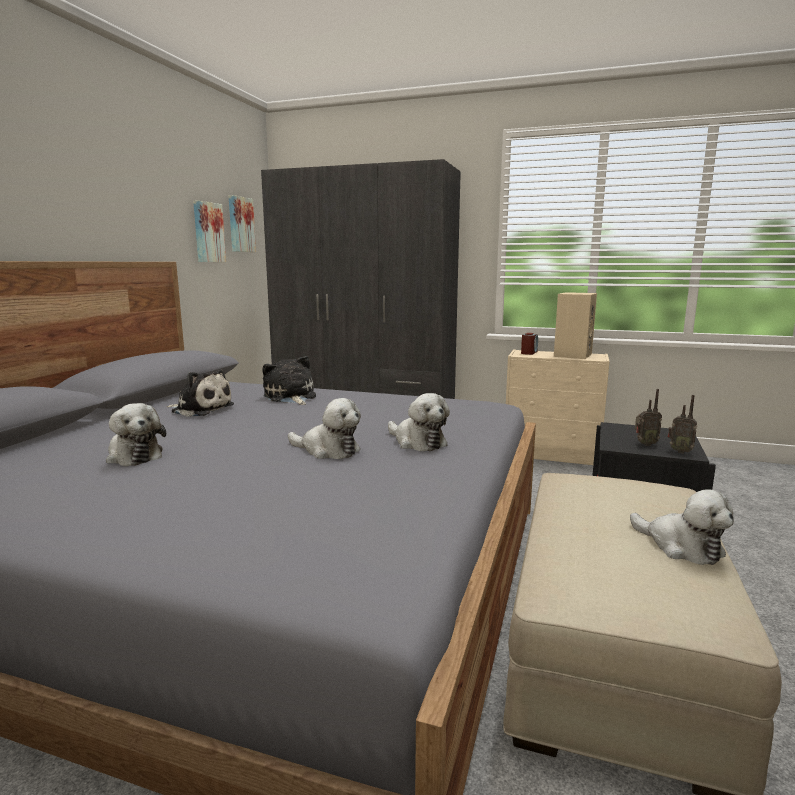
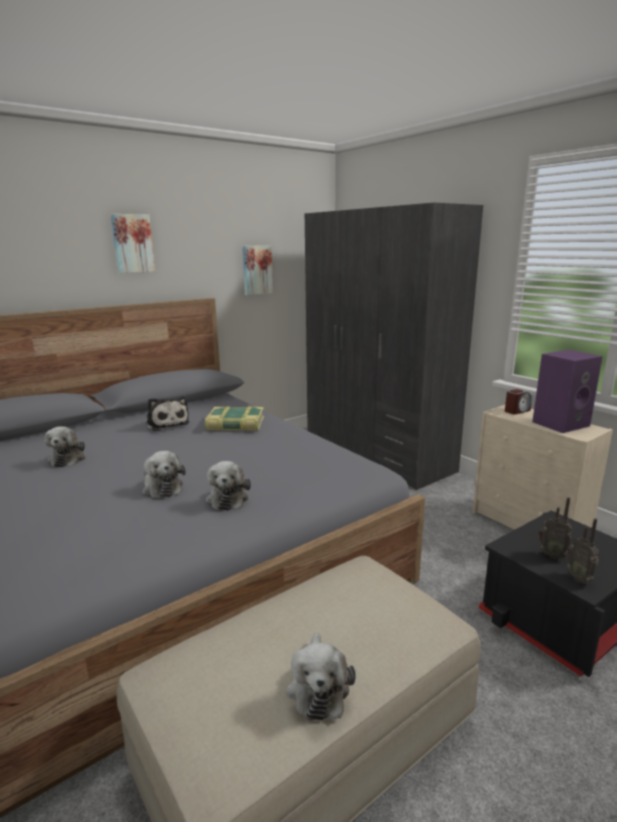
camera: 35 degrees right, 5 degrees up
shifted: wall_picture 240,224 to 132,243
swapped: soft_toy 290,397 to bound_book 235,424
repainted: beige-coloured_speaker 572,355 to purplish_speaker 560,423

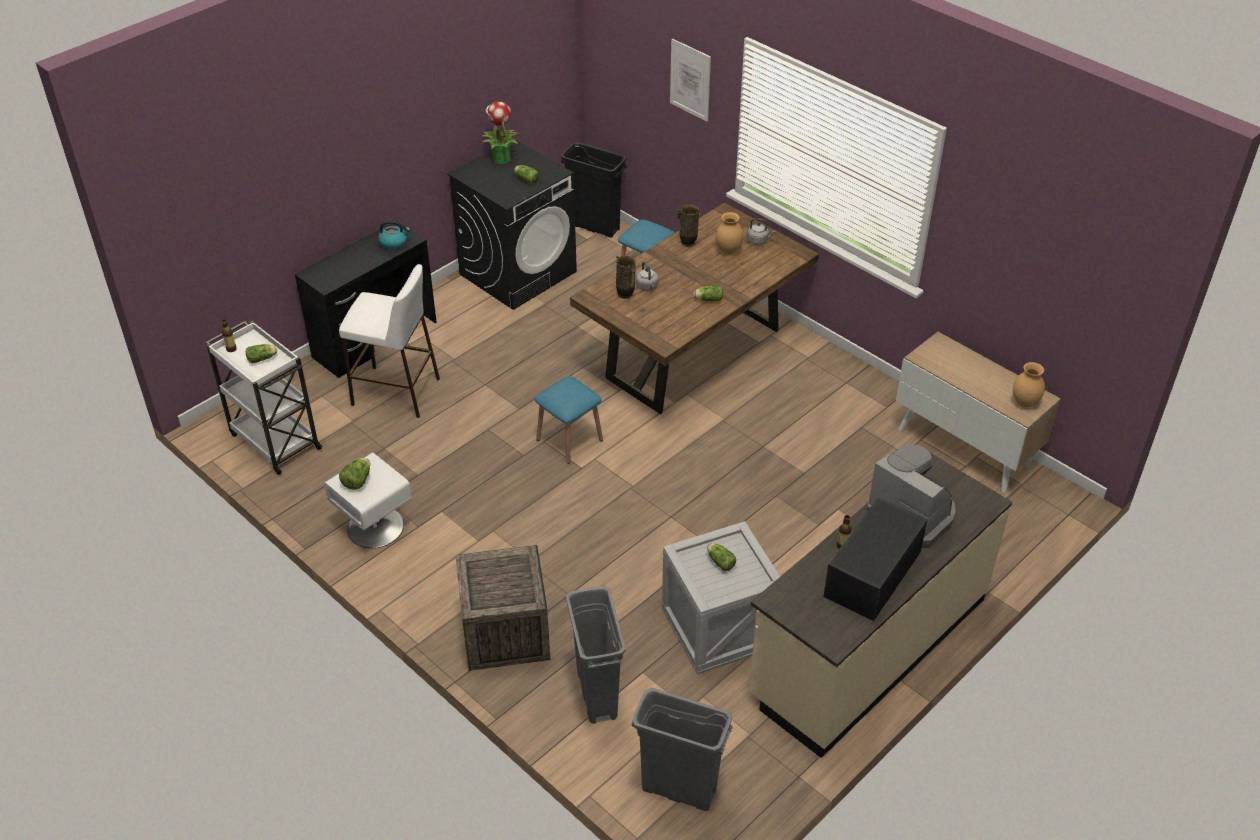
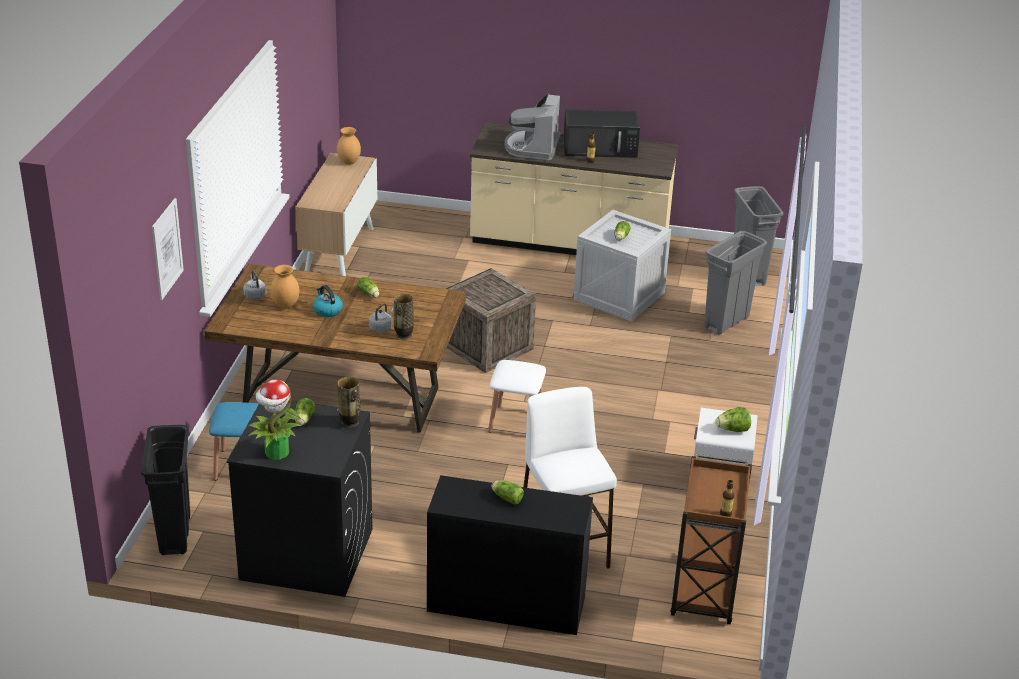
camera: 125 degrees left, 10 degrees down
shifted: lettuce 263,358 to 506,498; kettle 394,242 to 327,310; packing_crate 505,633 to 487,347; decorative_vase 688,242 to 350,423
repainted: white_cart 274,440 to brown_cart 704,592; blue_stool 569,440 to white_stool 516,422

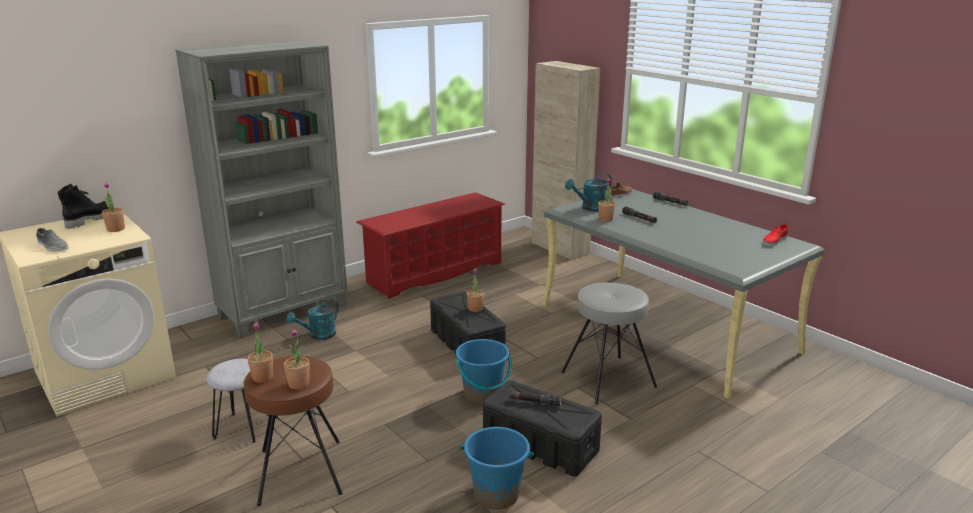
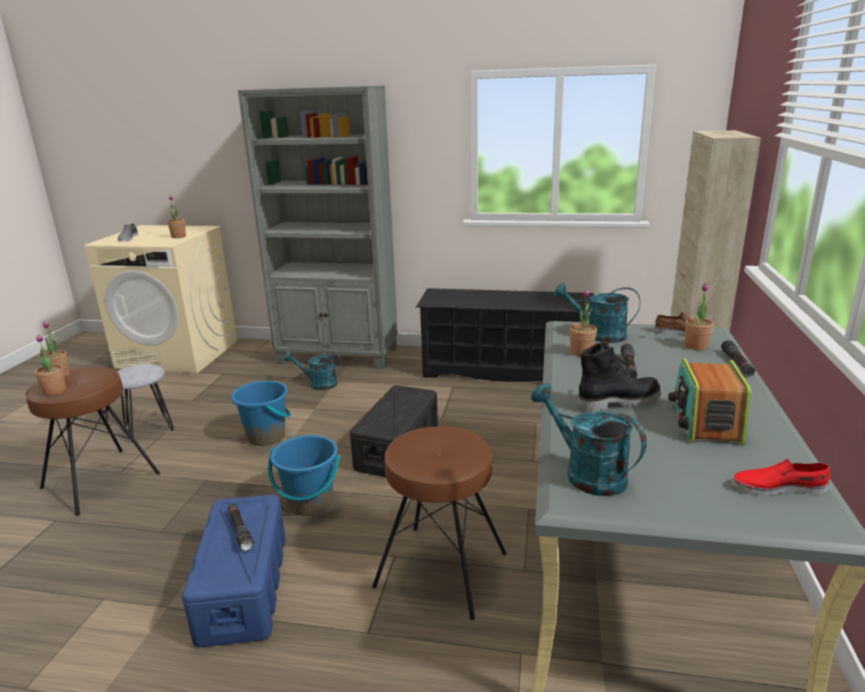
camera: 50 degrees right, 0 degrees up
new: turquoise_sprinkling_can 586,473; radio_set 705,422
shifted: blackish_tall_boot 90,220 to 617,402; blue_pail 496,494 to 266,436; plant_in_a_pot 475,309 to 696,346
repainted: reddish_shoe_stand 434,272 to blackish_shoe_stand 505,370; blackish_storage_box 541,445 to blue_storage_box 244,588; grey_stool 607,379 to brown_stool 441,568

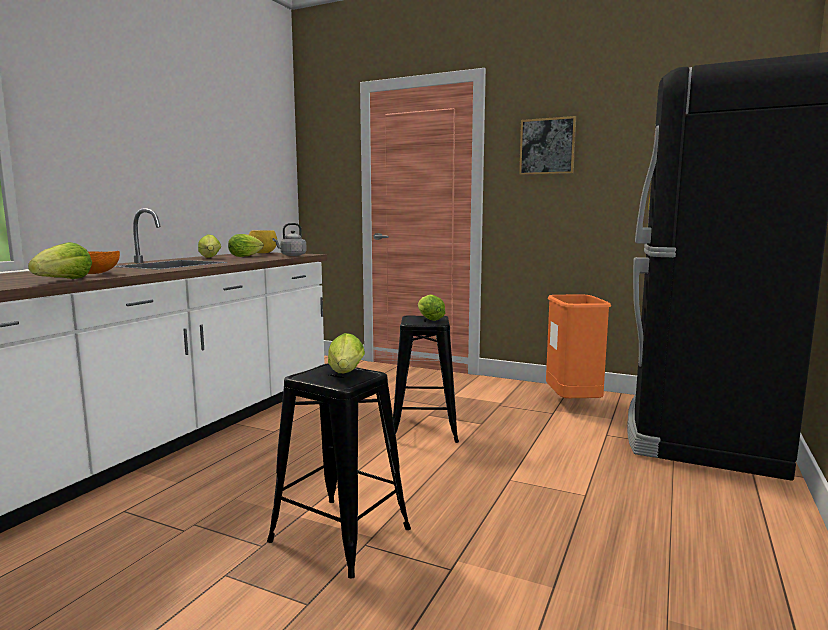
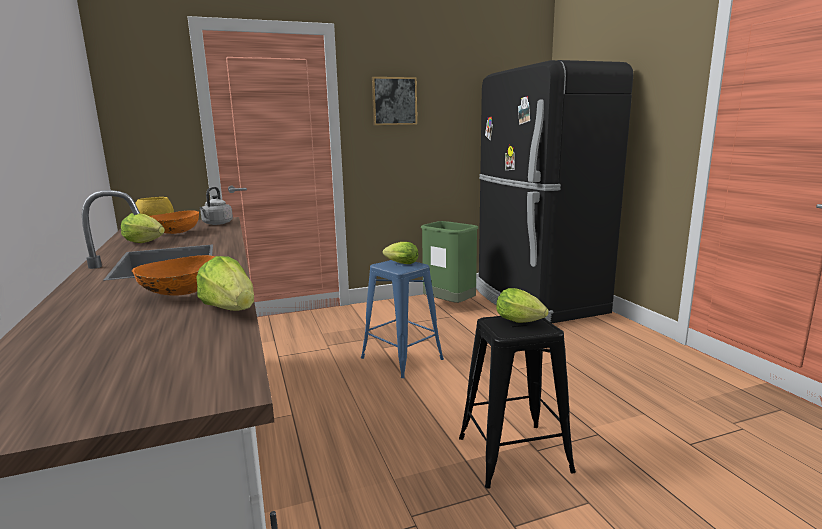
camera: 45 degrees left, 5 degrees up
swapped: lettuce 247,256 to orange_deep_dish 175,233
repainted: blackish_stool 424,428 to blue_stool 402,358; orange_waste_bin 572,404 to green_waste_bin 449,306

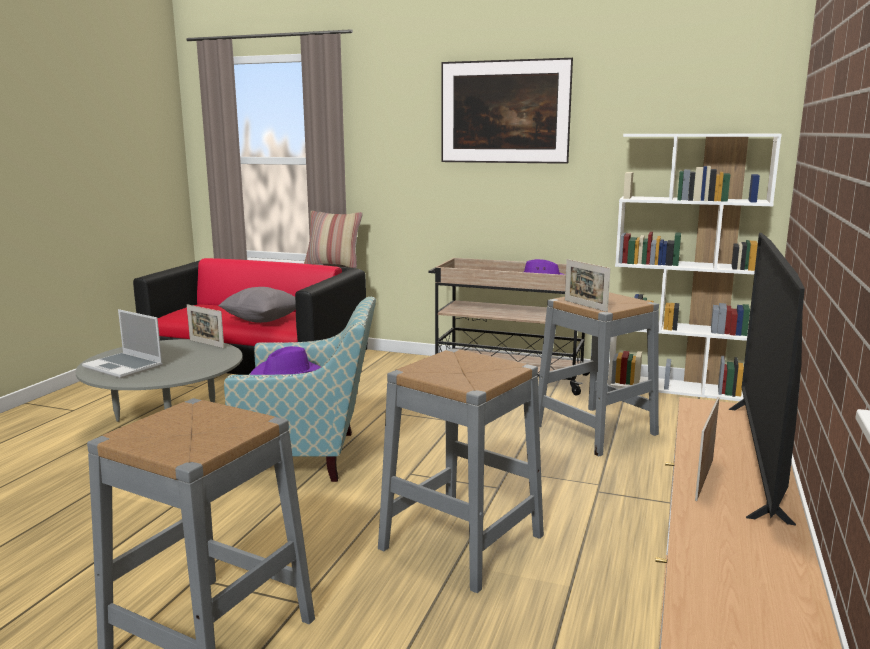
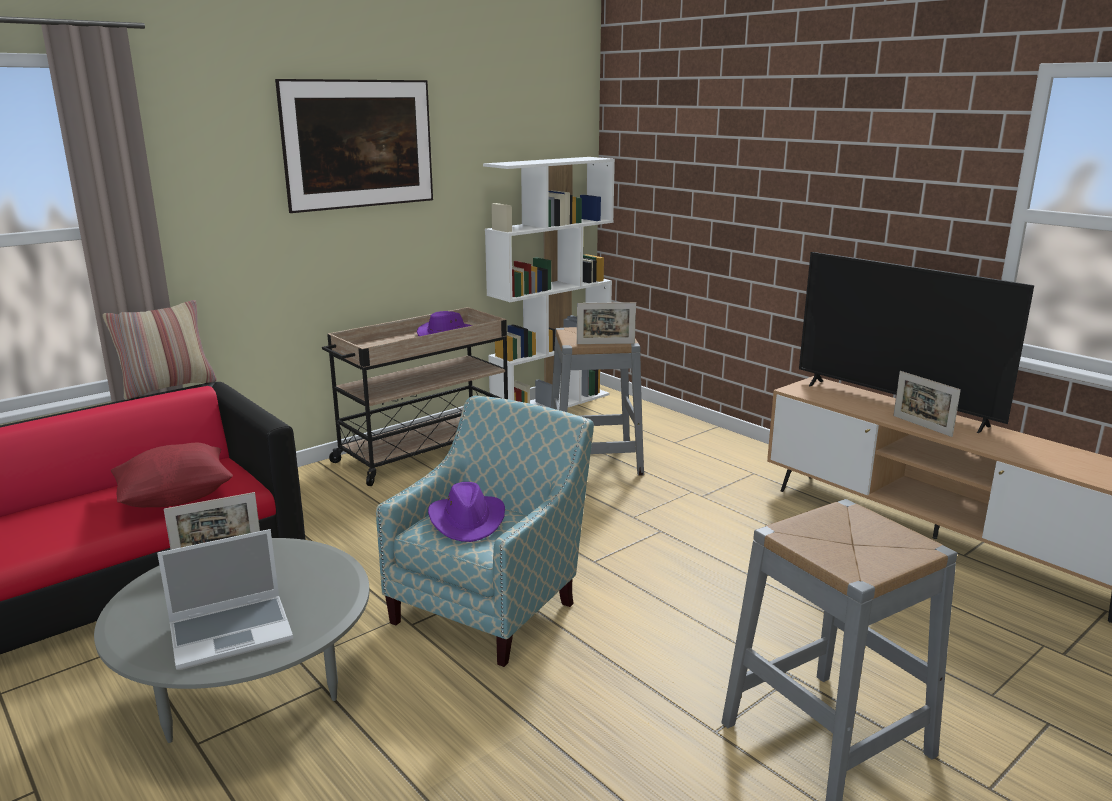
camera: 60 degrees left, 5 degrees up
gone: grey_stool 462,542
repainted: grey_pillow 262,320 to reddish_pillow 176,498

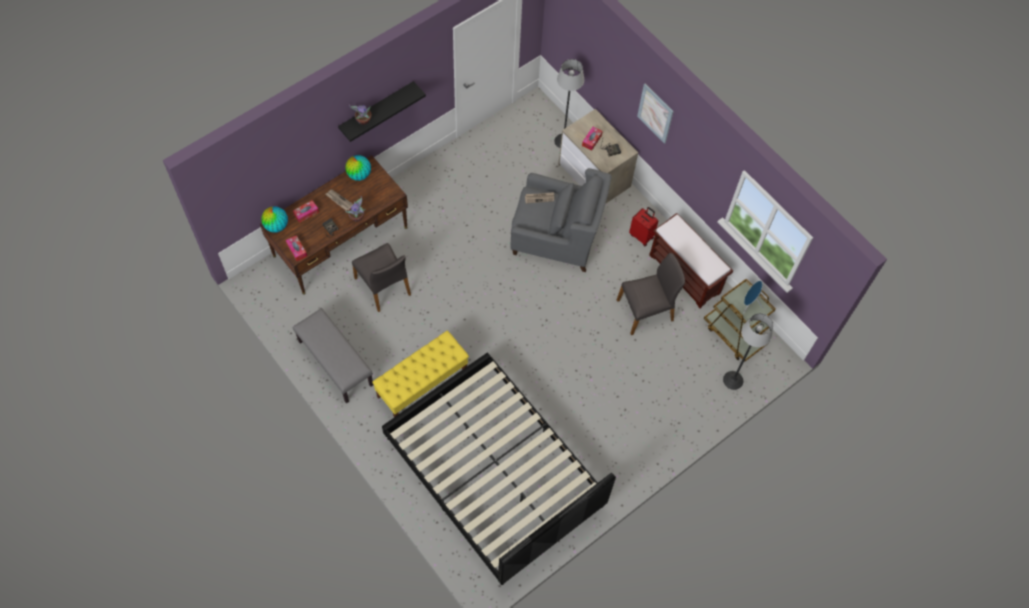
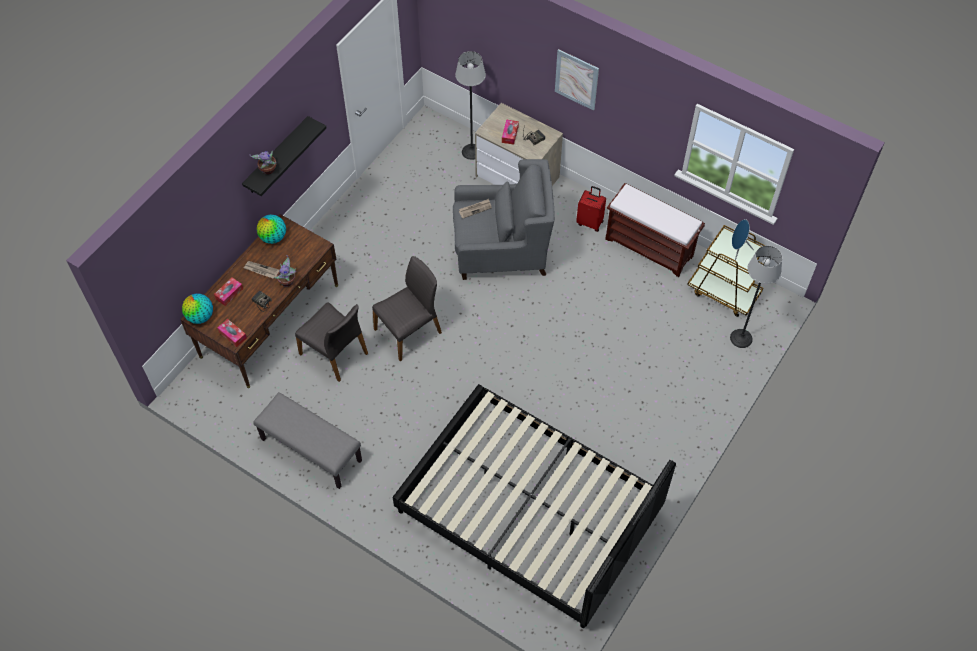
camera: 15 degrees left, 5 degrees down
gone: yellow-coloured_indoor_bench 422,384
shifted: grey_upright_chair 646,311 to 409,331

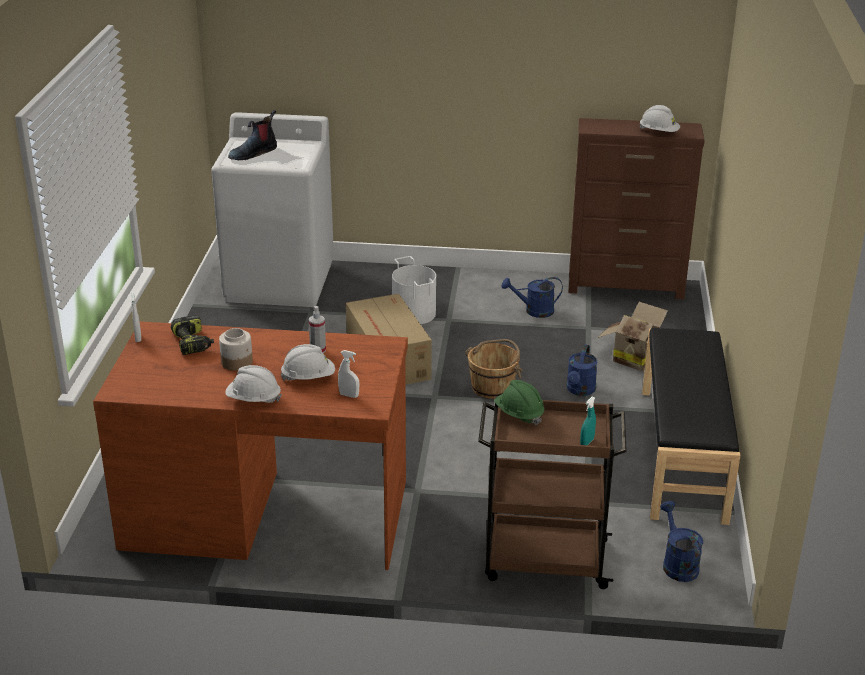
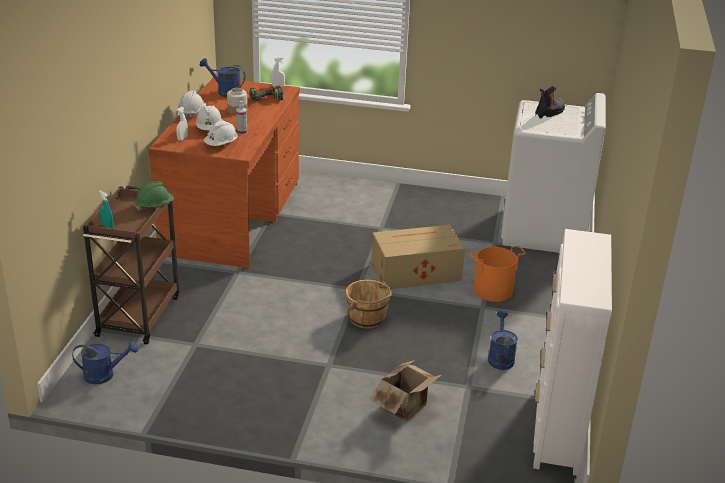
camera: 95 degrees right, 0 degrees up
gone: blackish_indoor_bench 683,454
shifted: blue_sprinkling_can 580,391 to 225,92; white_hard_hat 659,132 to 221,144
repainted: white_pail 414,313 to orange_pail 493,290; brown_dresser 626,287 to white_dresser 558,428
rotated: tall_boot 253,153 = 549,112 75 degrees clockwise

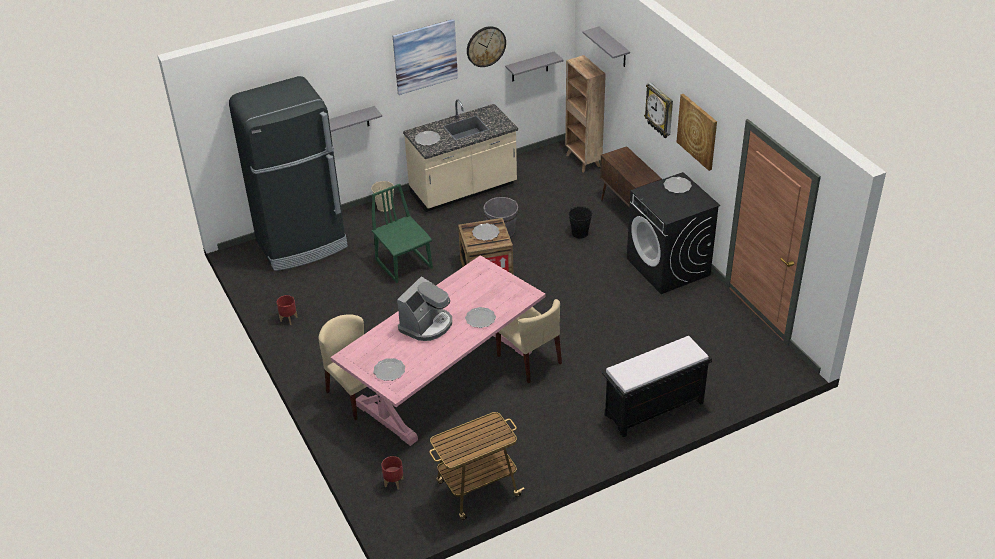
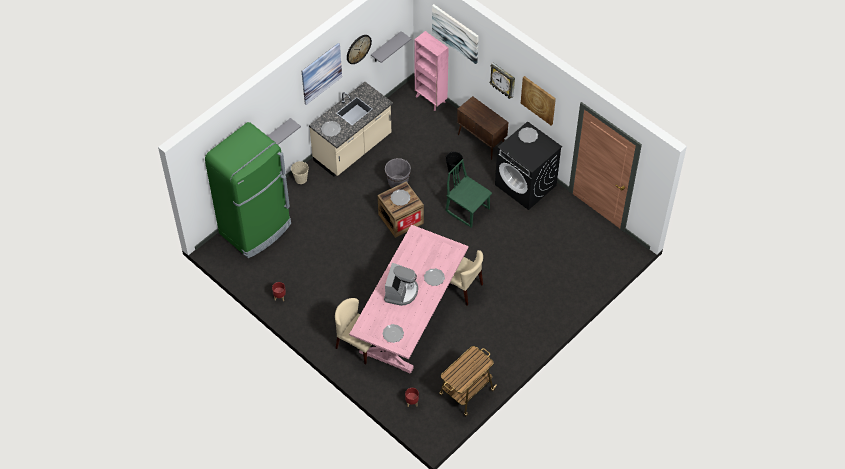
camera: 20 degrees left, 15 degrees up
gone: blackish_indoor_bench 653,409
shifted: green_upright_chair 404,264 to 468,210
swapped: grey_wall_shelf 614,48 to wall_picture 455,33
repainted: blackish_refrigerator 302,244 to green_refrigerator 256,229; brown_bookshelf 583,161 to pink-coloured_bookshelf 431,99

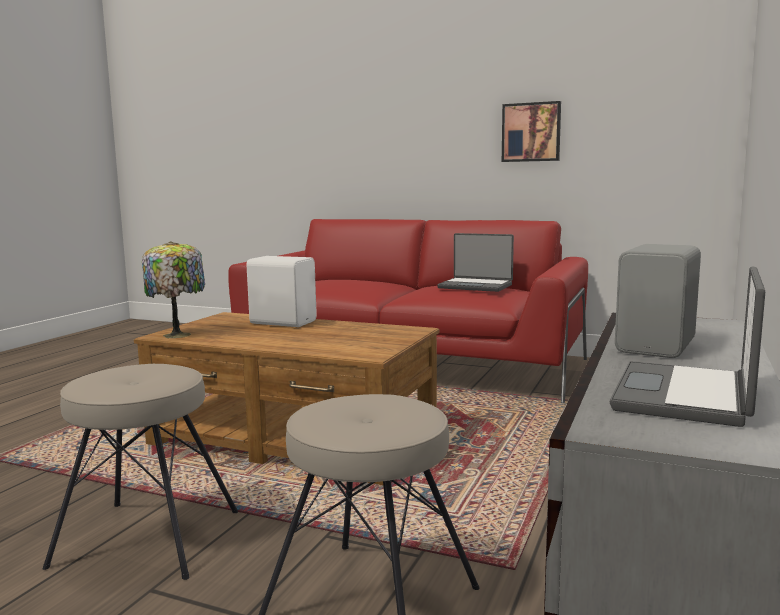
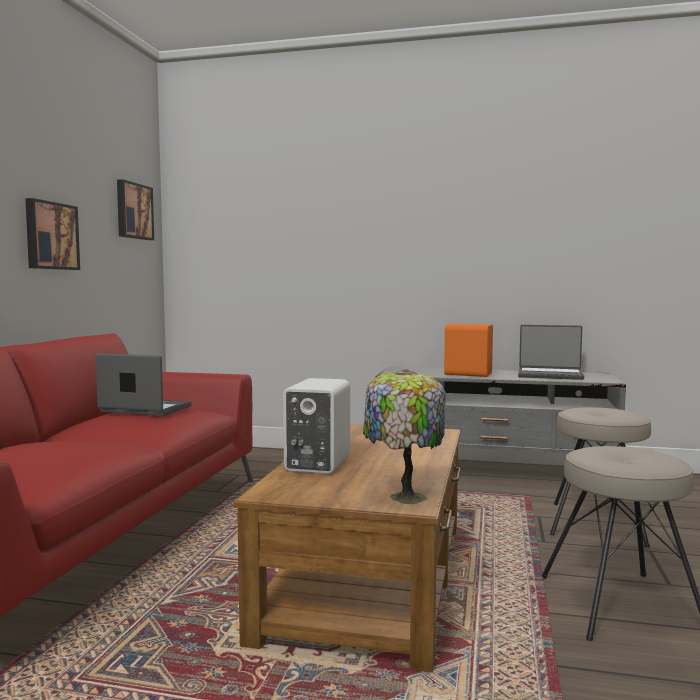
camera: 100 degrees left, 5 degrees down
new: wall_picture 133,211
repainted: grey_speaker 658,347 to orange_speaker 467,374
rotated: notebook_computer 476,286 = 144,409 90 degrees counterclockwise

